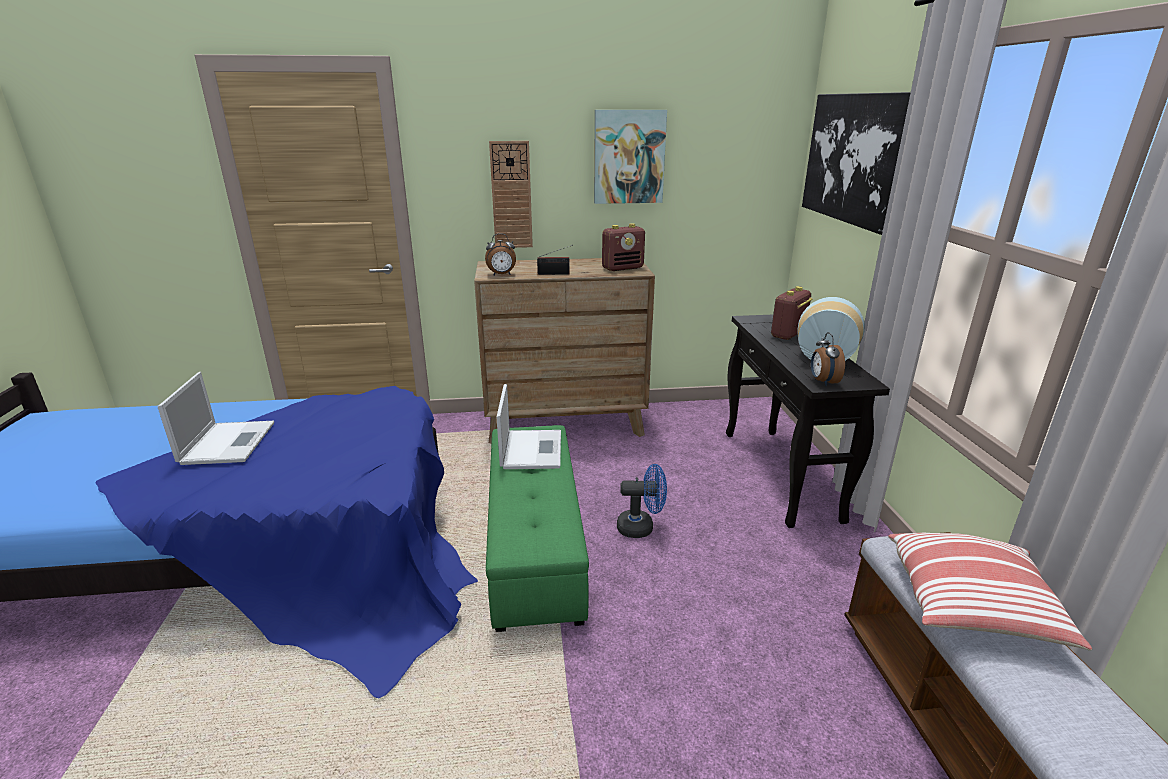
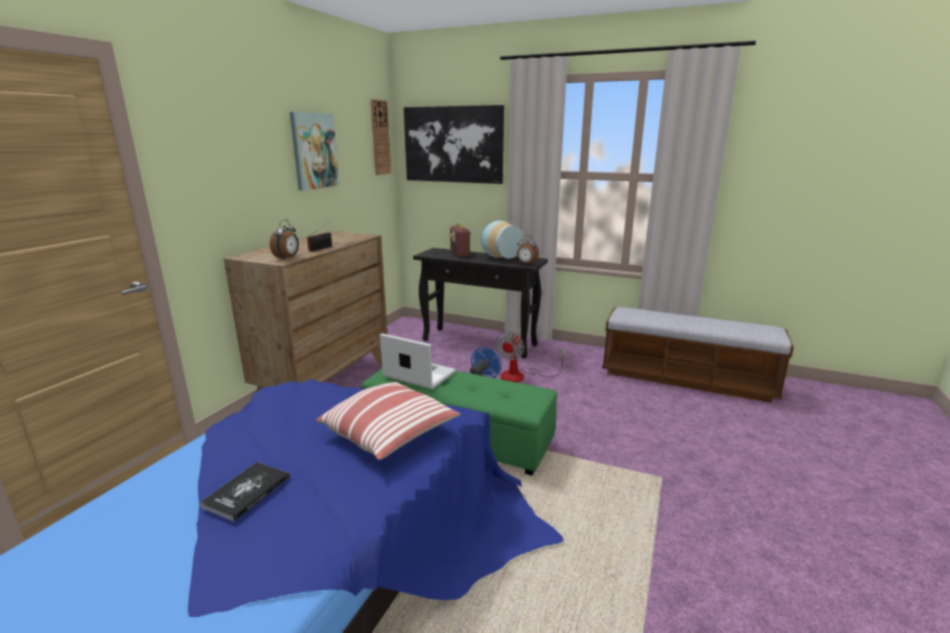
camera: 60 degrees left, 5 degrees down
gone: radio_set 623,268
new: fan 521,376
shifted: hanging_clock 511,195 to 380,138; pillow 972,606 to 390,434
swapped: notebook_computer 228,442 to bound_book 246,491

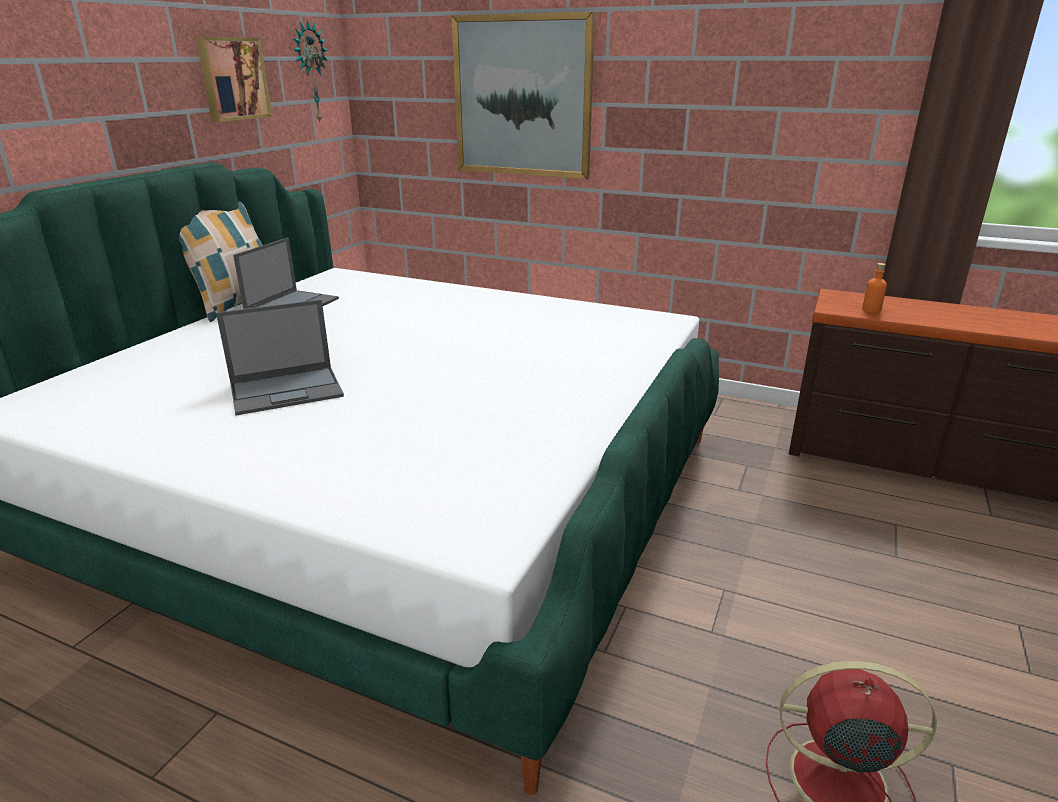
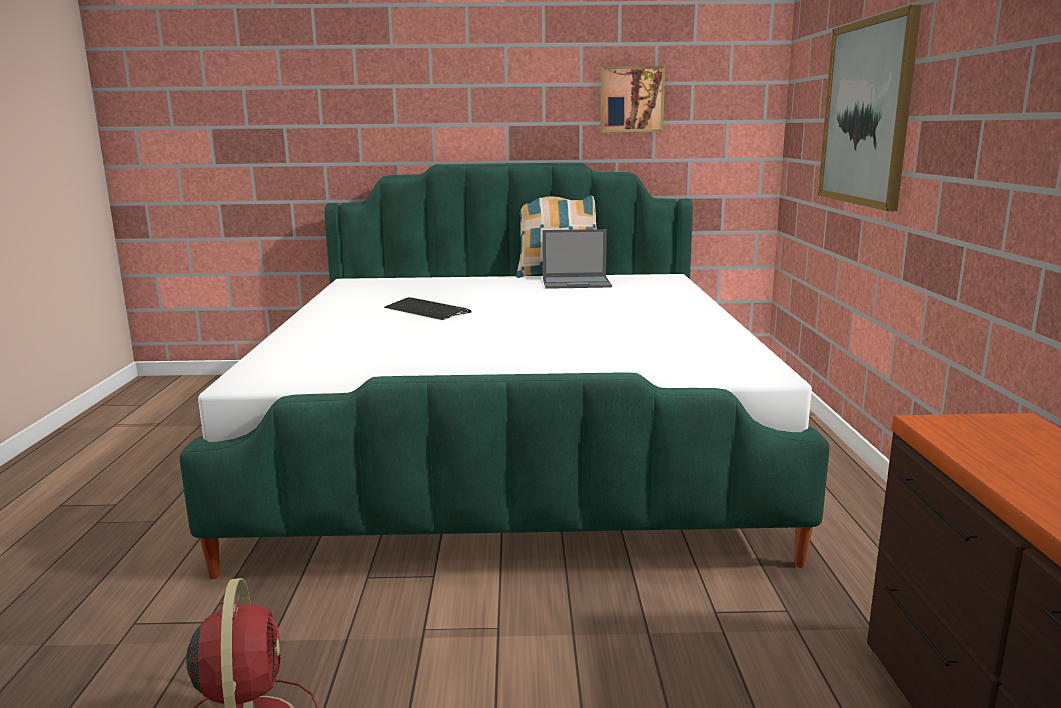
camera: 65 degrees right, 10 degrees down
gone: hanging_clock 310,72; orange_bottle 871,309
swapped: notebook_computer 288,390 to PC_keyboard 427,310

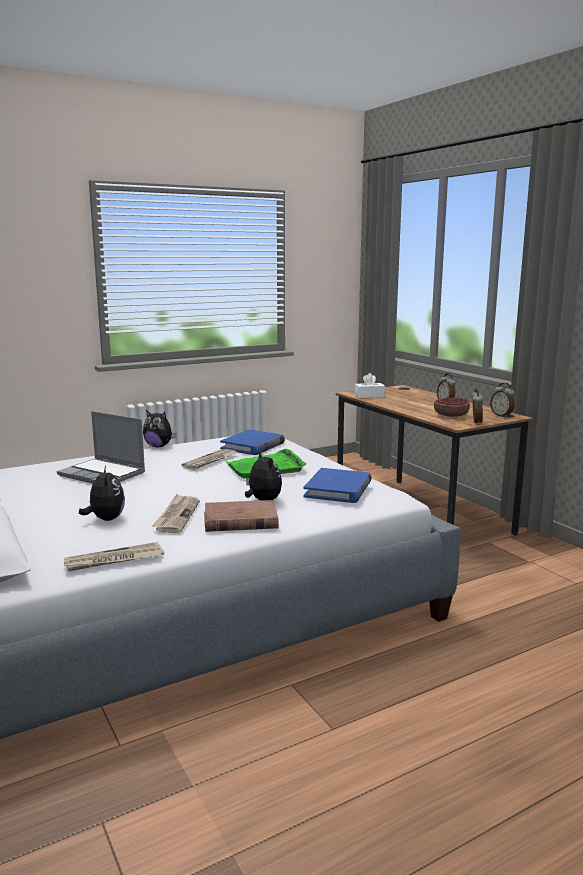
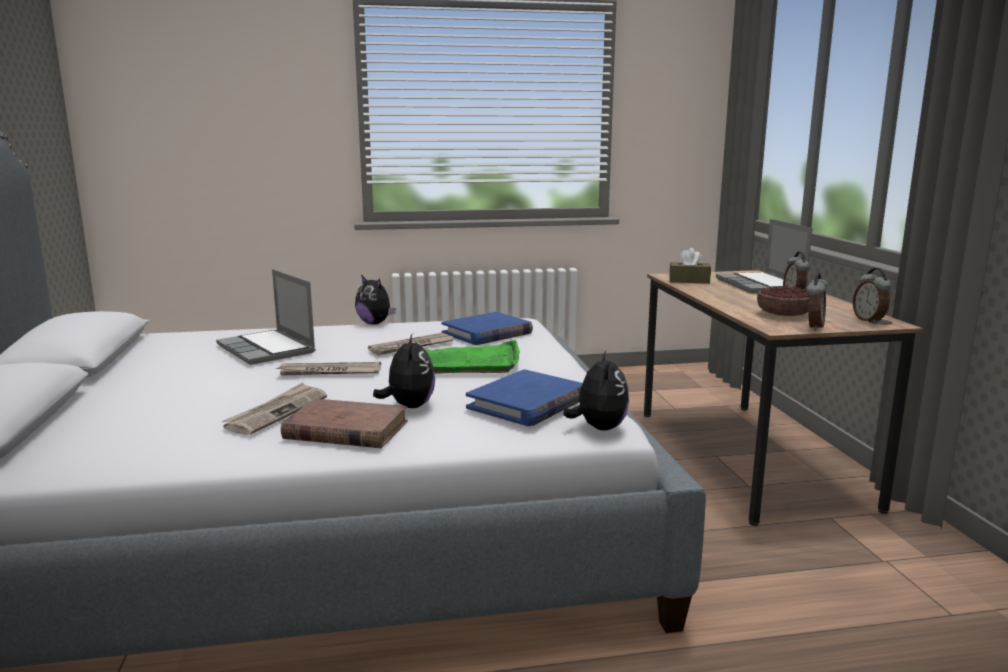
camera: 20 degrees right, 0 degrees up
new: notebook_computer 761,285
shifted: newspaper 113,560 to 329,372; soft_toy 105,519 to 598,428
repainted: white_tissue_holder 369,396 to brown_tissue_holder 689,281

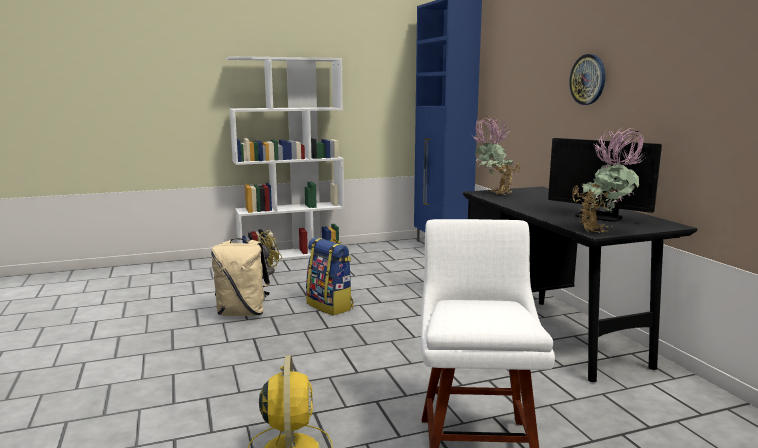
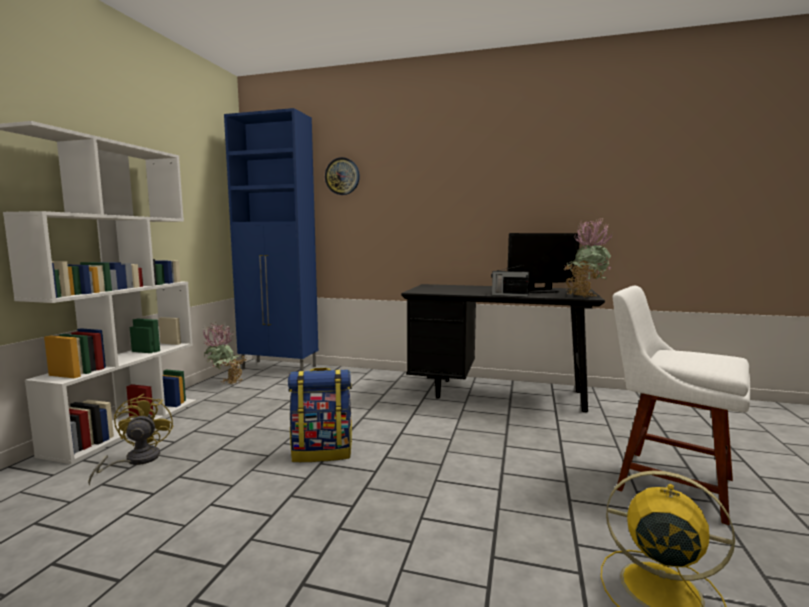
camera: 55 degrees left, 5 degrees down
gone: beige-coloured_rucksack 243,313
new: radio_set 509,295
shifted: plant_in_a_pot 493,194 to 225,384; hanging_clock 588,79 to 342,176

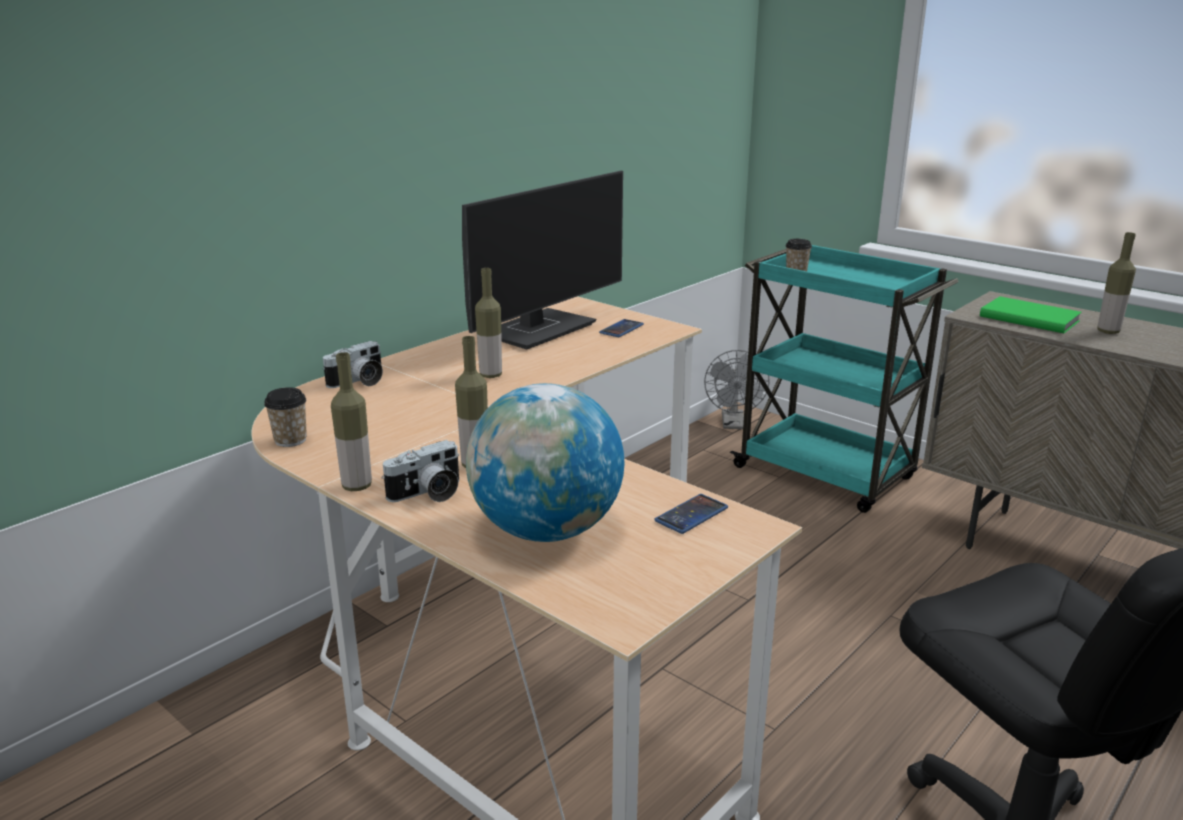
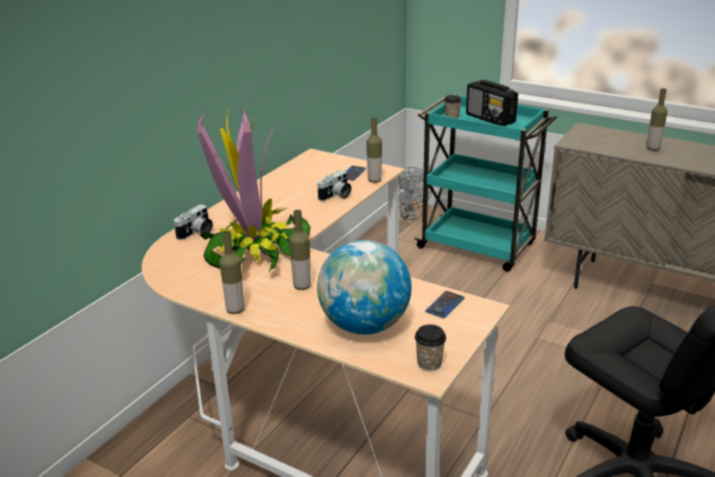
camera: 10 degrees left, 5 degrees up
gone: computer_screen 539,329; green_bound_book 1028,318
new: plant_in_a_pot 254,251; radio_set 490,119
shifted: cup 290,440 to 429,364; still_camera 428,494 to 336,196; bottle 490,375 to 374,180

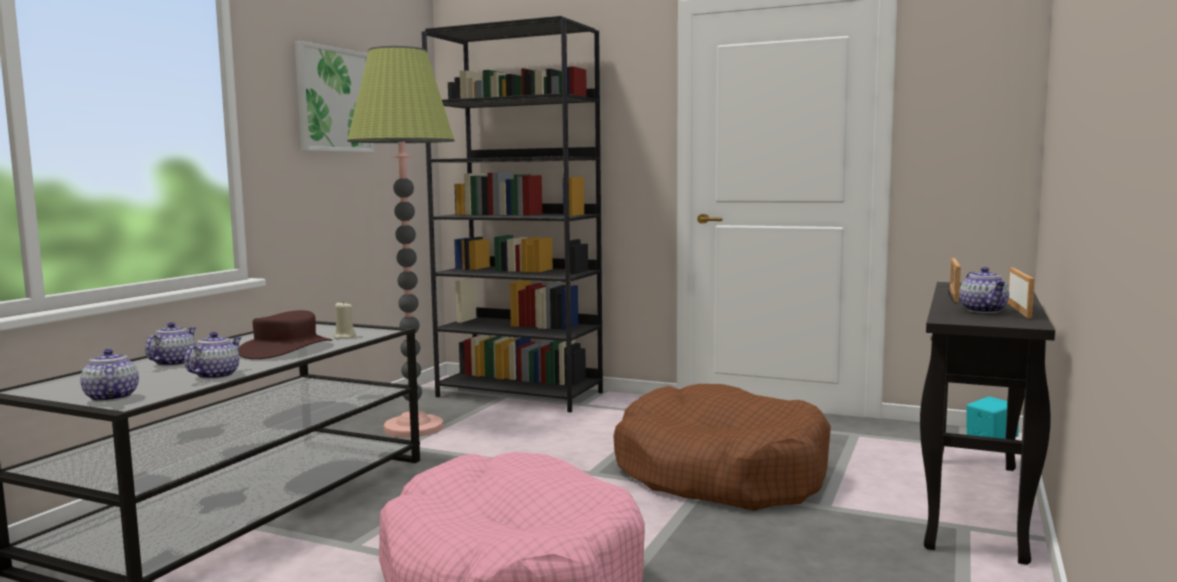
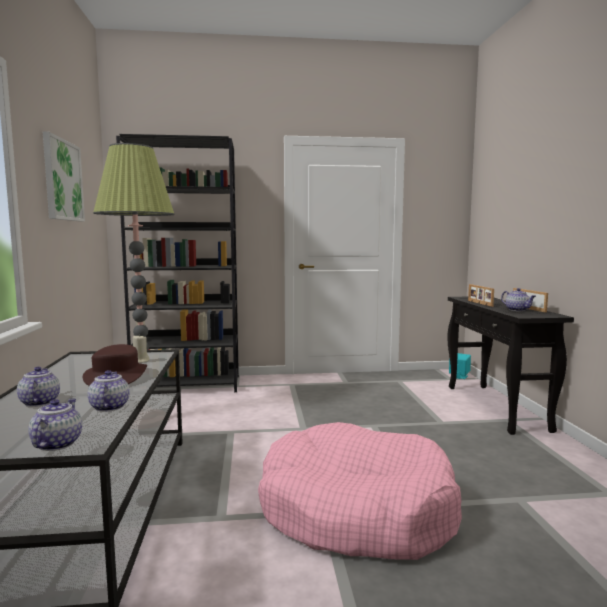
camera: 30 degrees left, 0 degrees up
gone: brown_dog_bed 720,473
rotated: teapot 111,397 = 57,443 60 degrees clockwise

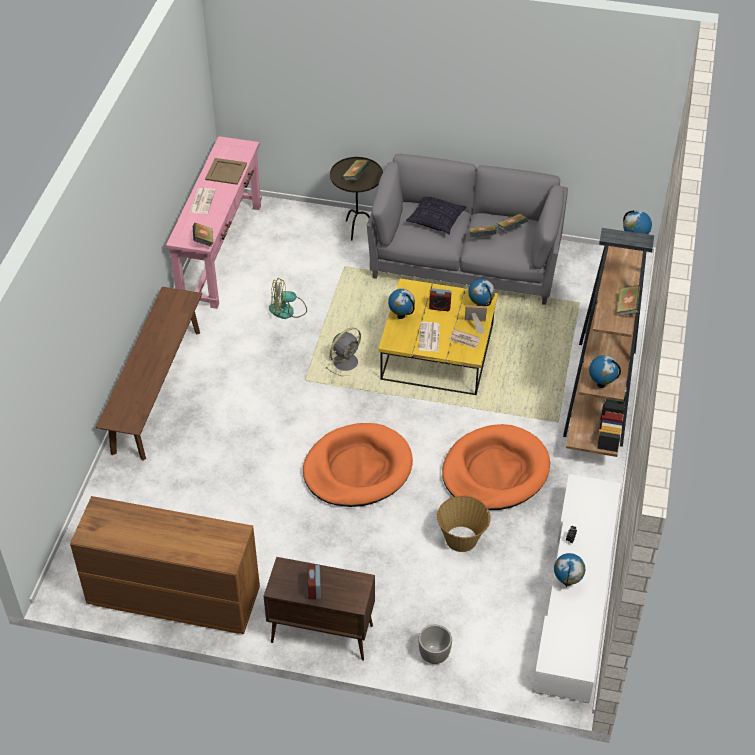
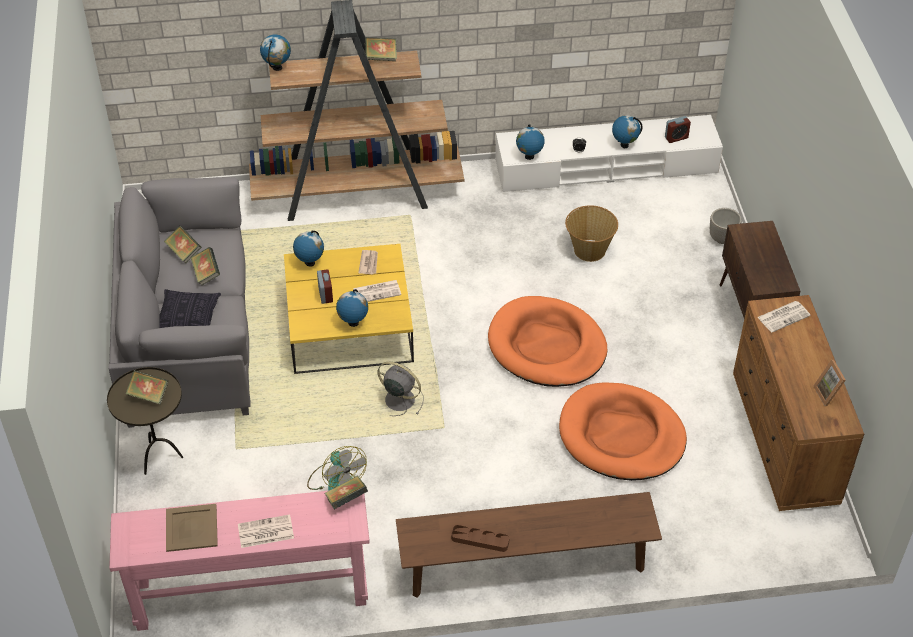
camera: 110 degrees left, 0 degrees up
new: brown_carrying_tray 480,540; newspaper 784,316
shifted: bedside_clock 314,589 to 676,138; orange_dog_bed 495,471 to 621,436; picture_frame 474,325 to 829,394; desk_globe 601,384 to 529,156

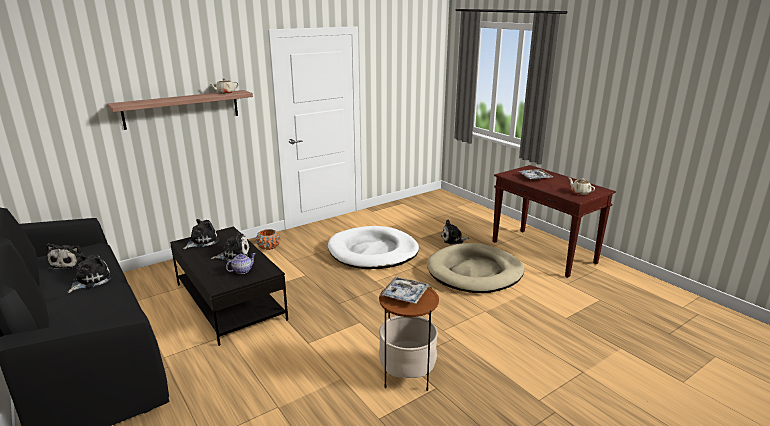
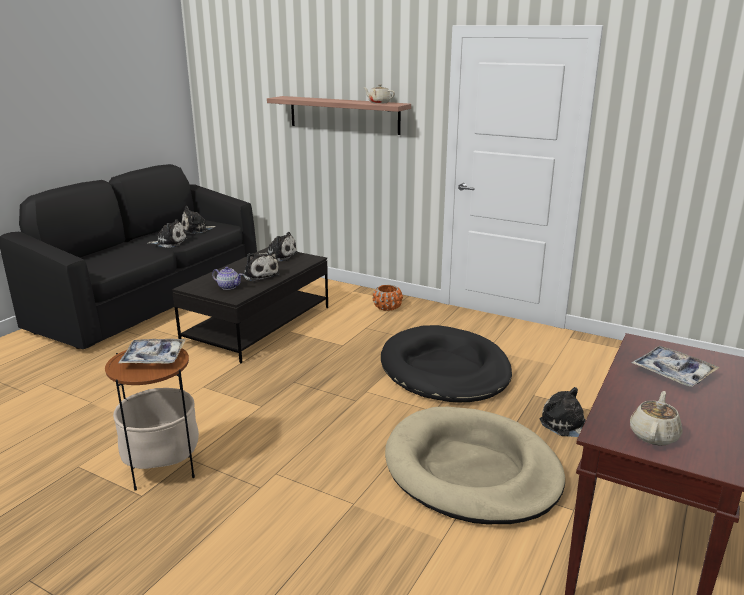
camera: 65 degrees right, 0 degrees up
repainted: white_dog_bed 373,252 to blackish_dog_bed 445,370

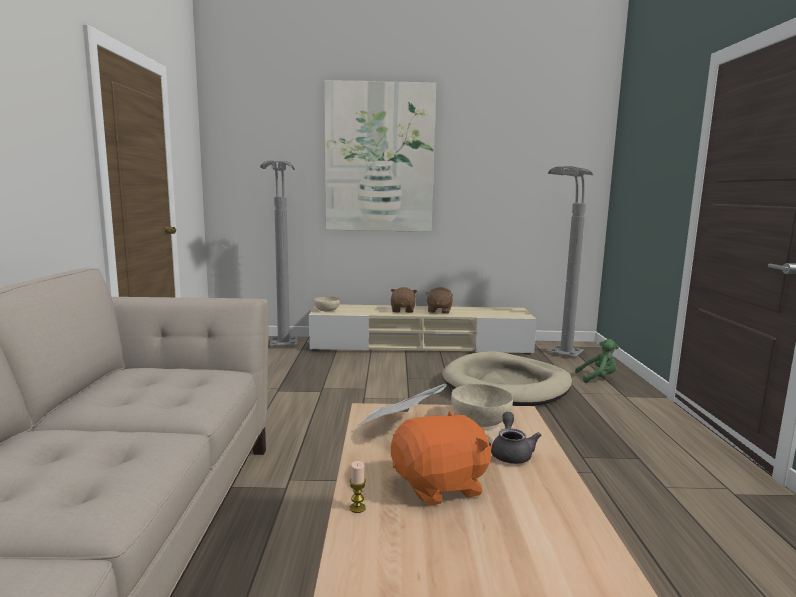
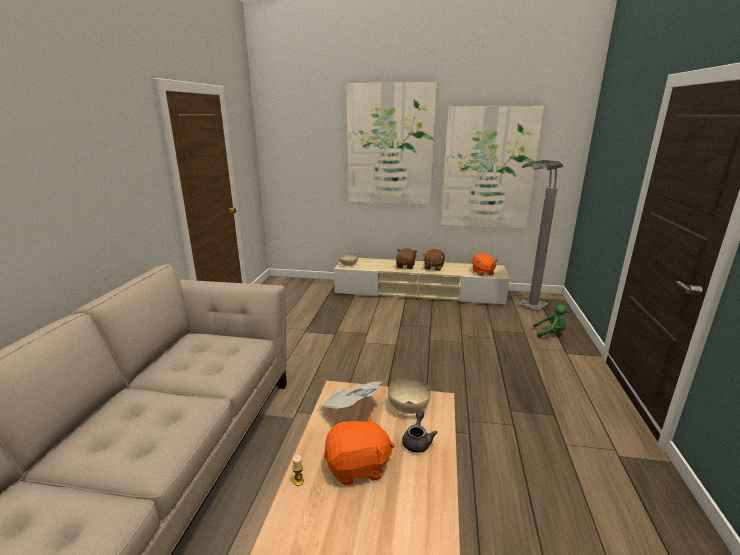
camera: 10 degrees right, 10 degrees up
gone: grey_standing_lamp 283,350; beige-coloured_dog_bed 506,385
new: wall_picture 488,169; orange_soft_toy 482,272

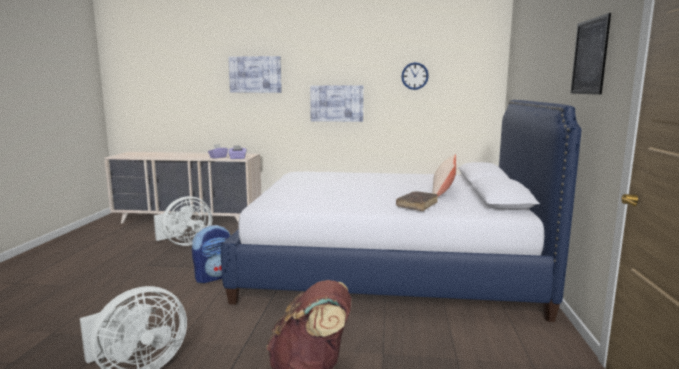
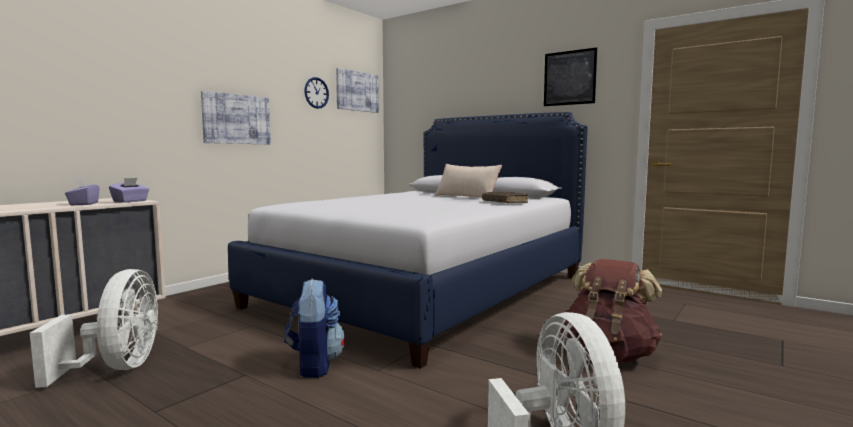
camera: 60 degrees left, 5 degrees down
shifted: wall_picture 255,74 to 357,91

